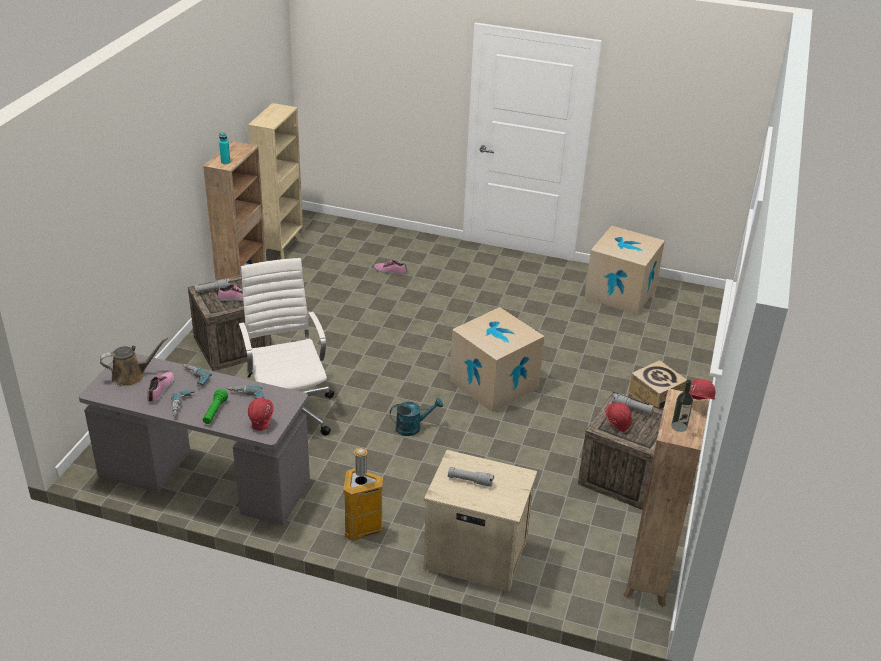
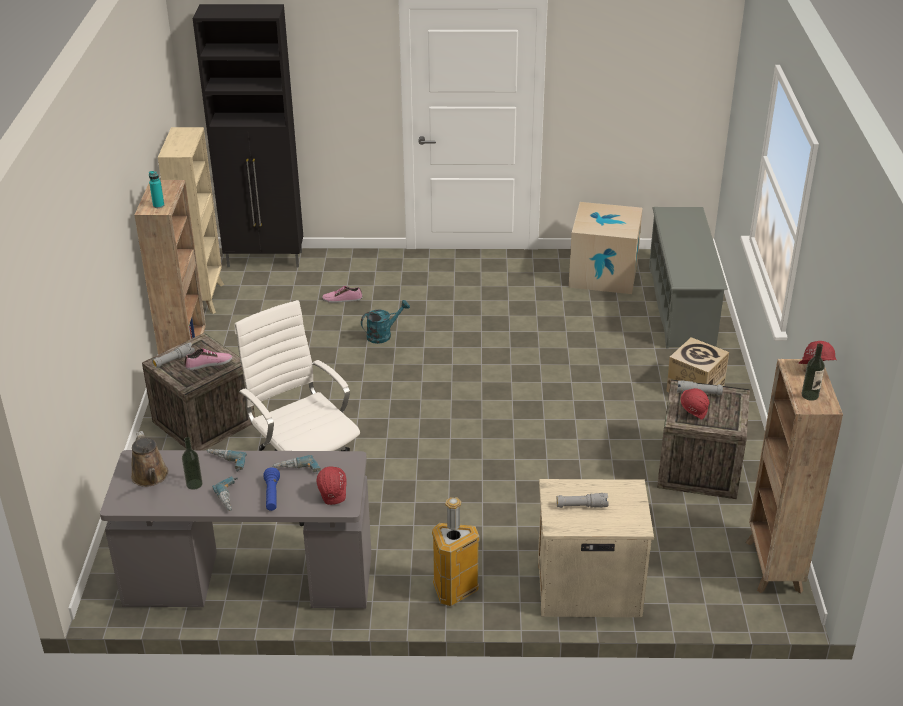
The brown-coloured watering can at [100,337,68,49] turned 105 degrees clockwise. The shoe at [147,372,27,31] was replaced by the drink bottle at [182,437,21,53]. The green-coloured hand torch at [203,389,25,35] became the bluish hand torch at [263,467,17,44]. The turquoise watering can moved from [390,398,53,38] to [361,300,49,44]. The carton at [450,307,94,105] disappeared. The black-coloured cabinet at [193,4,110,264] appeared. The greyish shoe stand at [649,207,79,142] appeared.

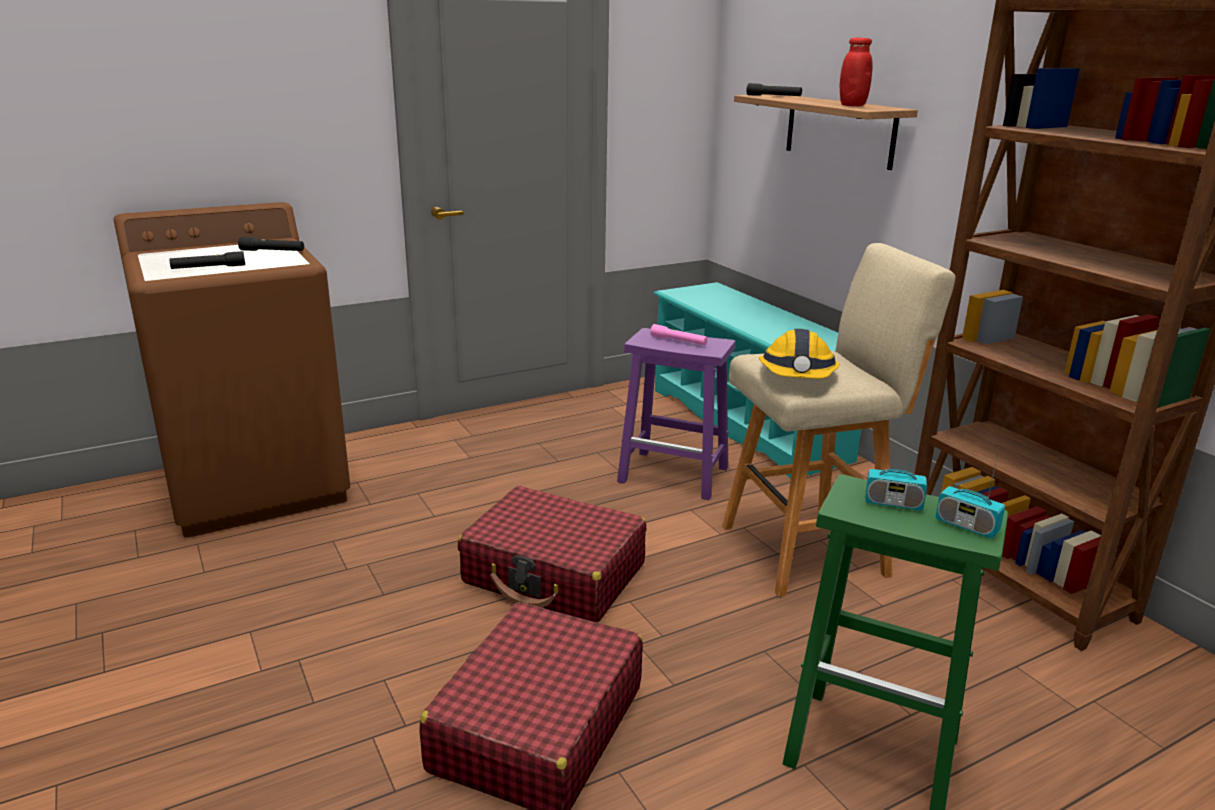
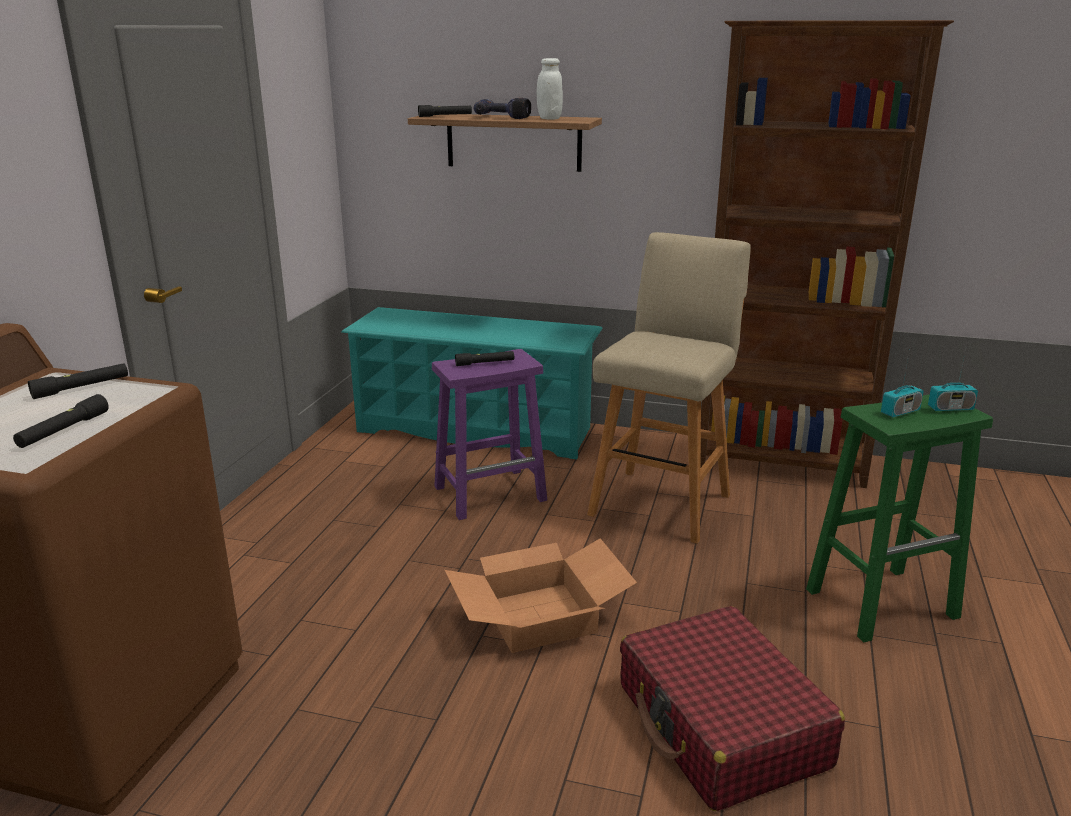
The red-coloured travel case at [457,486,189,137] was replaced by the carton at [445,538,192,115]. The pinkish hand torch at [650,324,58,21] became the black-coloured hand torch at [455,351,59,15]. The hard hat at [759,329,81,50] disappeared. The red-coloured jar at [840,38,33,68] became the white jar at [537,58,26,62]. The drill at [474,98,57,21] appeared.

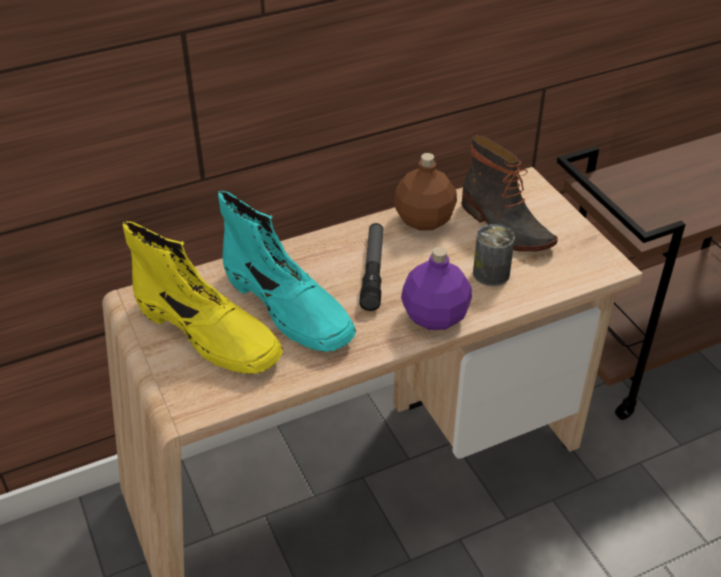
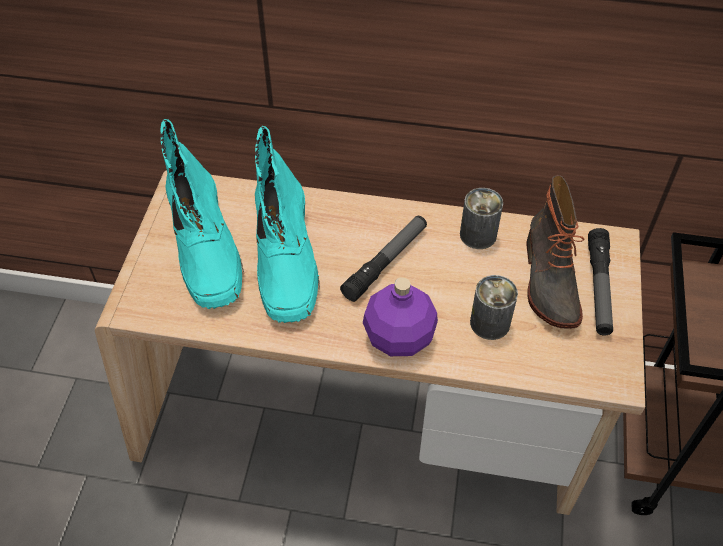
The yellow-coloured tall boot at [123,221,160,153] became the turquoise tall boot at [161,119,83,190]. The brown-coloured drink bottle at [394,153,63,77] was replaced by the sealed can at [460,188,43,61]. The hand torch at [588,228,25,107] appeared.

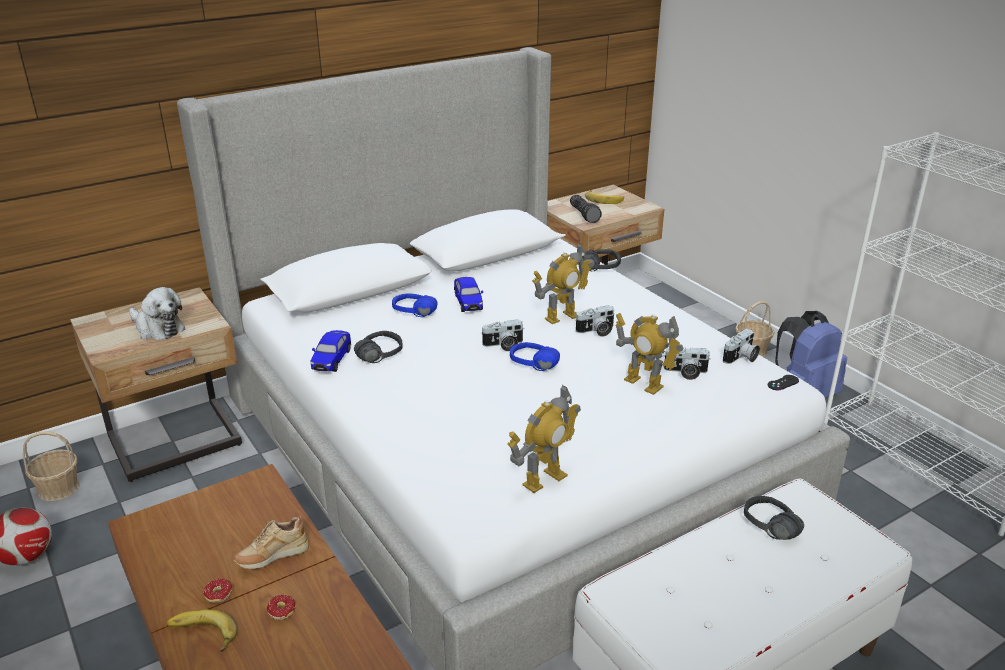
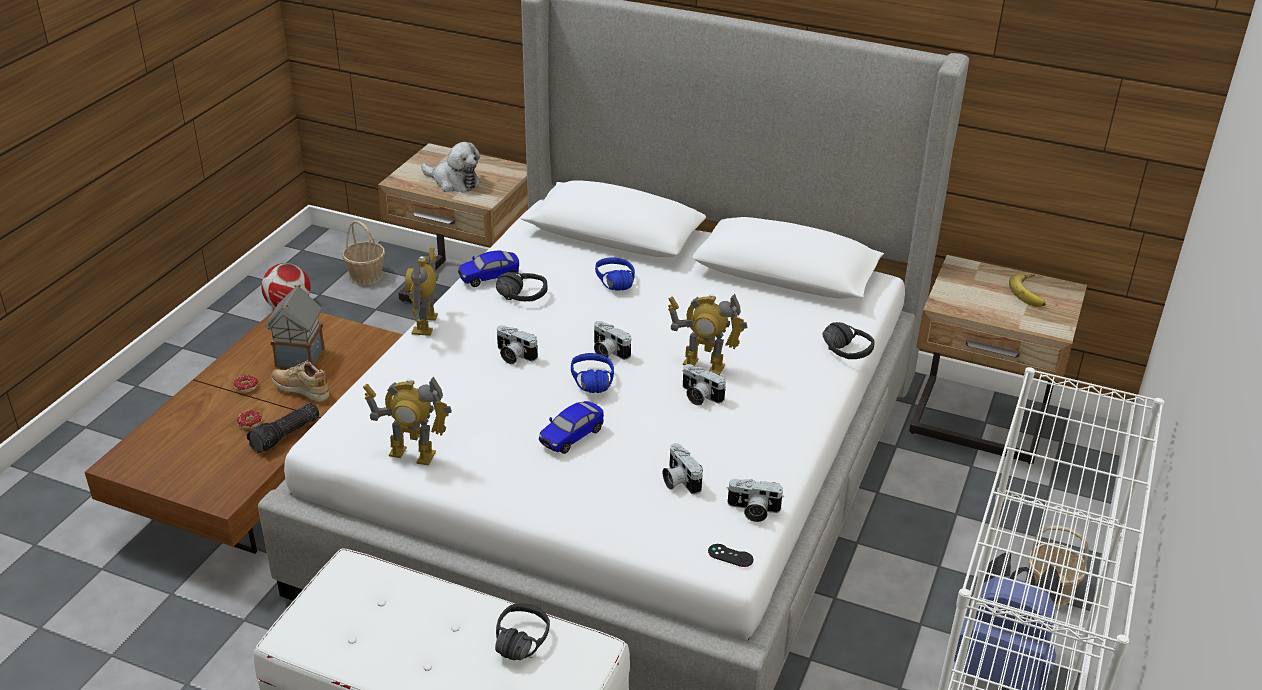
The plush toy at [129,287,56,53] turned 60 degrees counterclockwise. The banana fruit at [167,609,70,43] disappeared. The toy car moved from [454,277,29,35] to [539,401,65,53]. The hand torch moved from [570,195,32,28] to [247,403,72,50]. The model robot moved from [616,313,67,82] to [405,247,34,89]. The toy house at [265,285,60,82] appeared. The photo camera at [497,325,41,39] appeared.

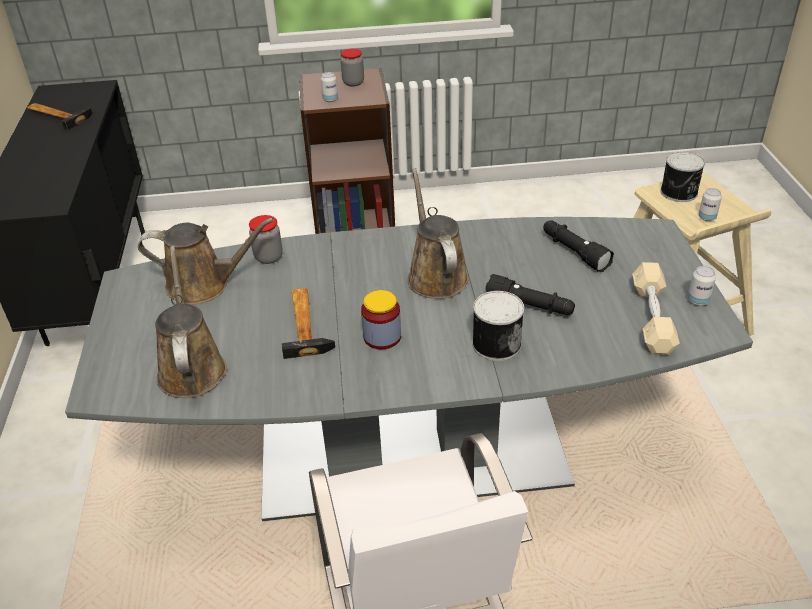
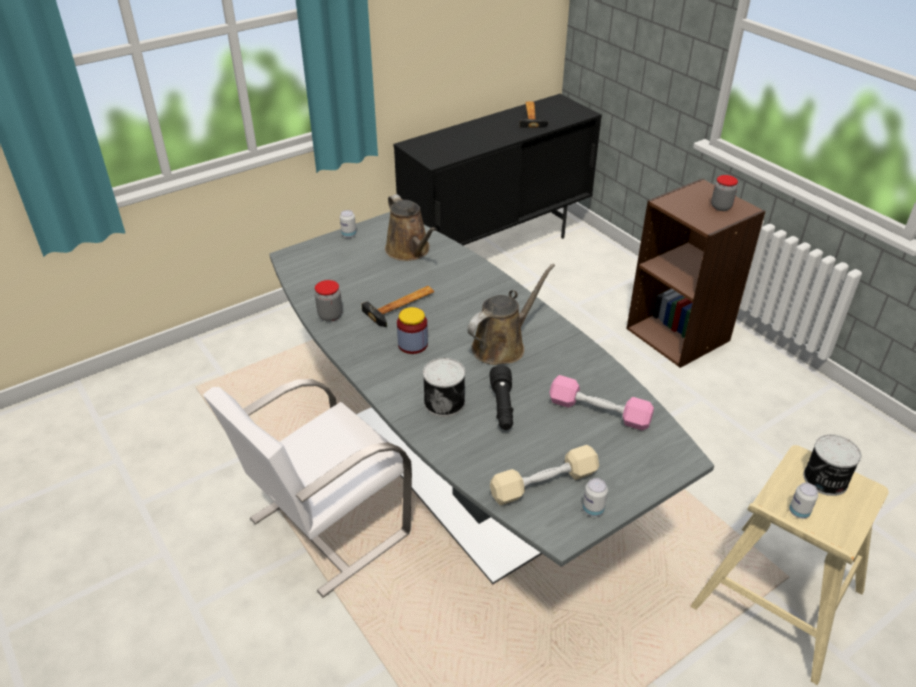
The brown-coloured watering can at [155,246,72,152] disappeared. The jar moved from [249,215,34,49] to [315,280,27,42]. The sealed can moved from [321,72,17,30] to [340,210,16,28]. The black-coloured hand torch at [543,220,71,52] was replaced by the pinkish free weight at [549,375,105,55].

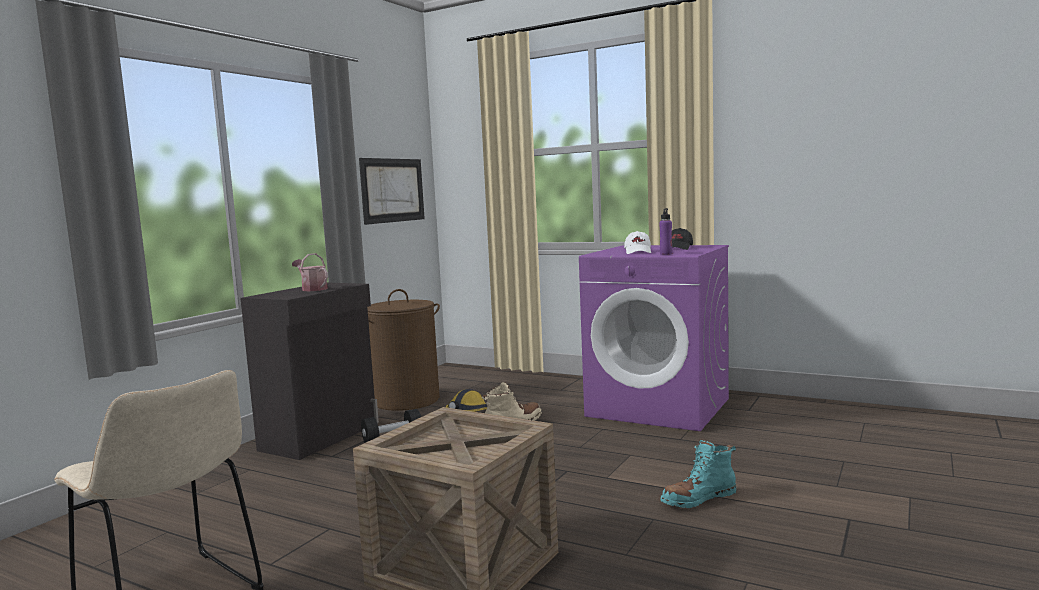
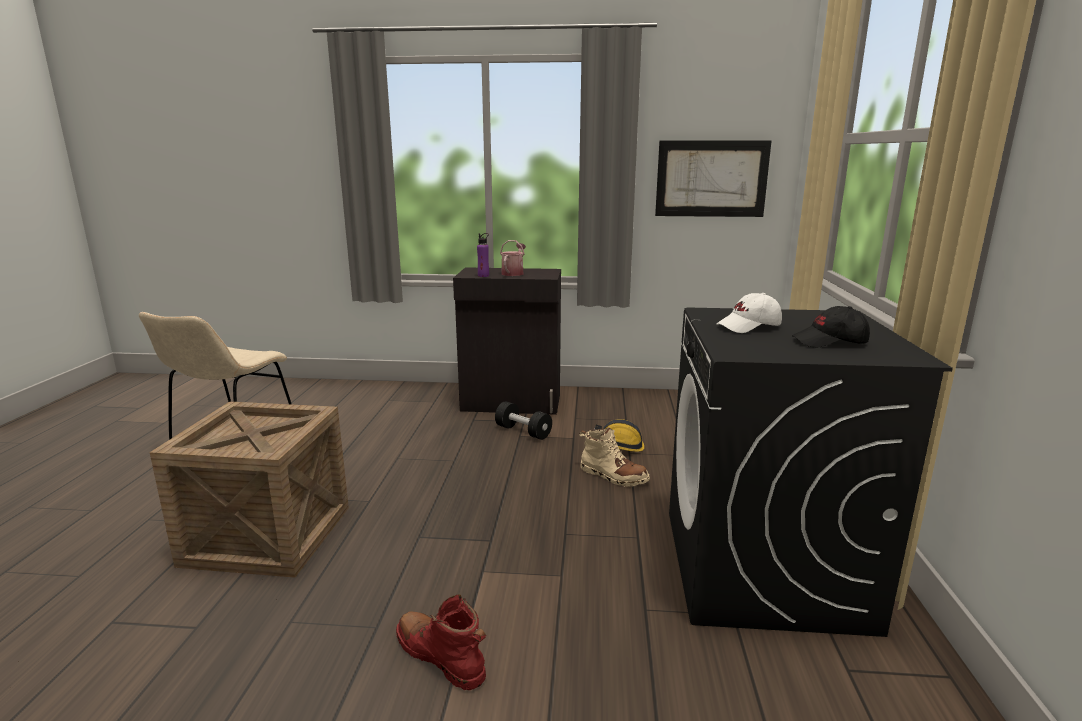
The brown-coloured washing basket at [367,289,73,122] disappeared. The purplish laundry machine at [579,245,150,186] became the black-coloured laundry machine at [669,307,284,330]. The purplish drink bottle moved from [659,208,14,47] to [477,233,12,44]. The turquoise tall boot at [661,440,75,68] became the red-coloured tall boot at [396,594,90,96].

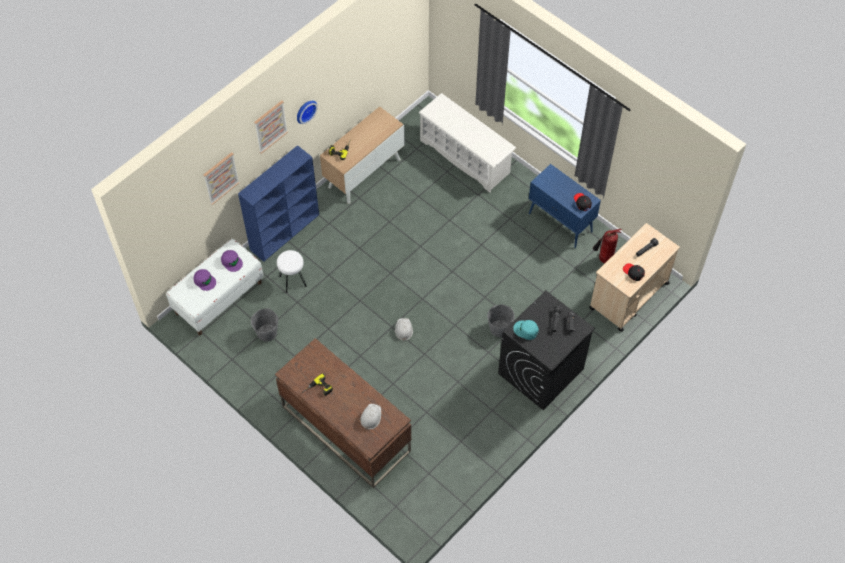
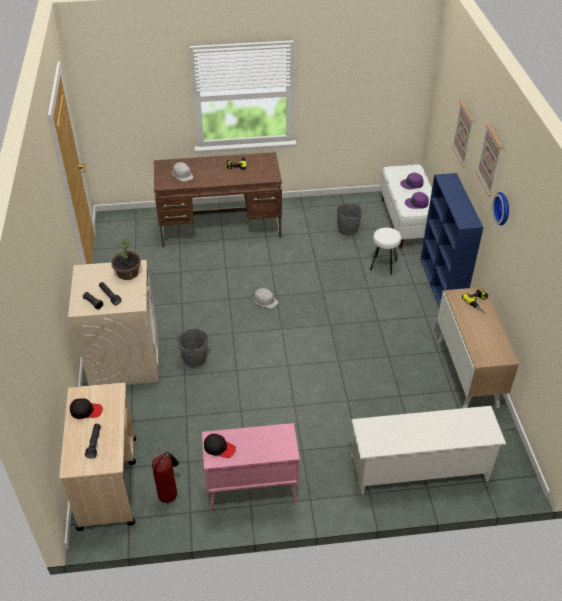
The black-coloured laundry machine at [498,290,97,120] became the beige-coloured laundry machine at [68,260,90,125]. The turquoise cap at [513,320,26,20] was replaced by the houseplant at [111,236,30,44]. The bluish cabinet at [529,164,72,84] became the pinkish cabinet at [202,423,98,89].

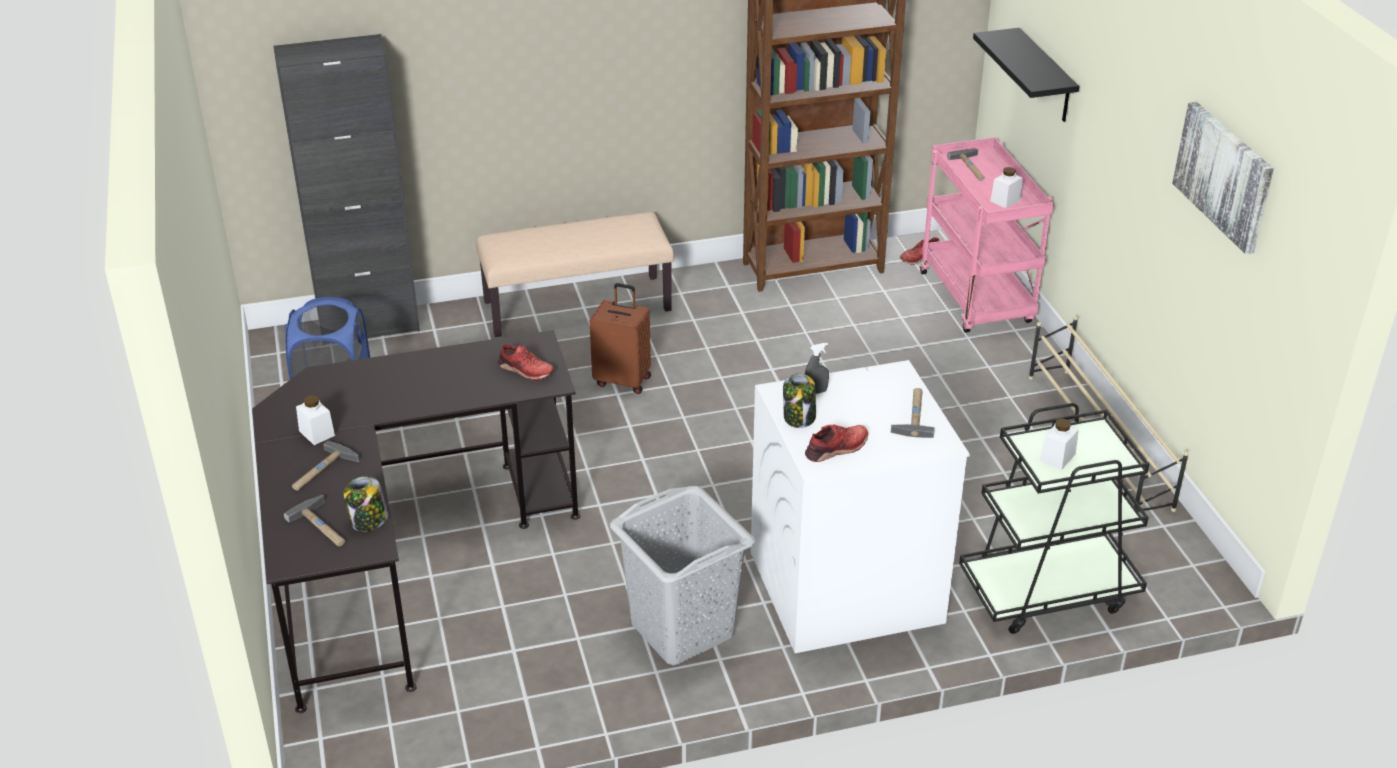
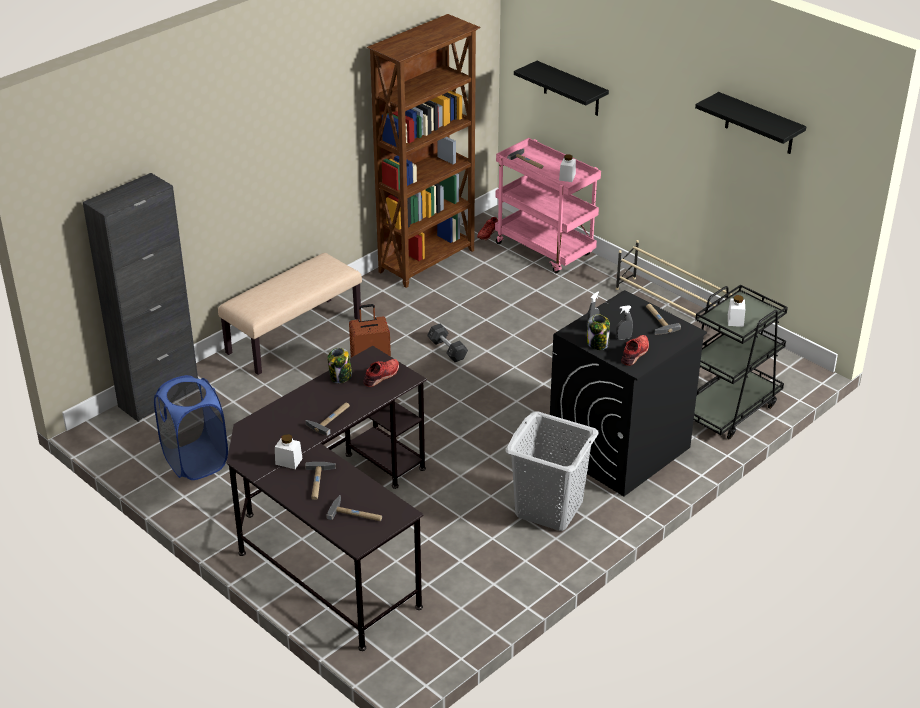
The jar moved from [343,476,45,56] to [327,348,25,35]. The red-coloured shoe at [498,343,56,38] turned 45 degrees counterclockwise. The white laundry machine at [751,360,219,293] became the black-coloured laundry machine at [549,290,158,206]. The wall art at [1172,101,102,153] was replaced by the black-coloured wall shelf at [695,92,112,62]. The hand hammer at [306,403,44,33] appeared. The greyish free weight at [427,324,41,38] appeared. The greyish spray bottle at [616,305,17,35] appeared.

